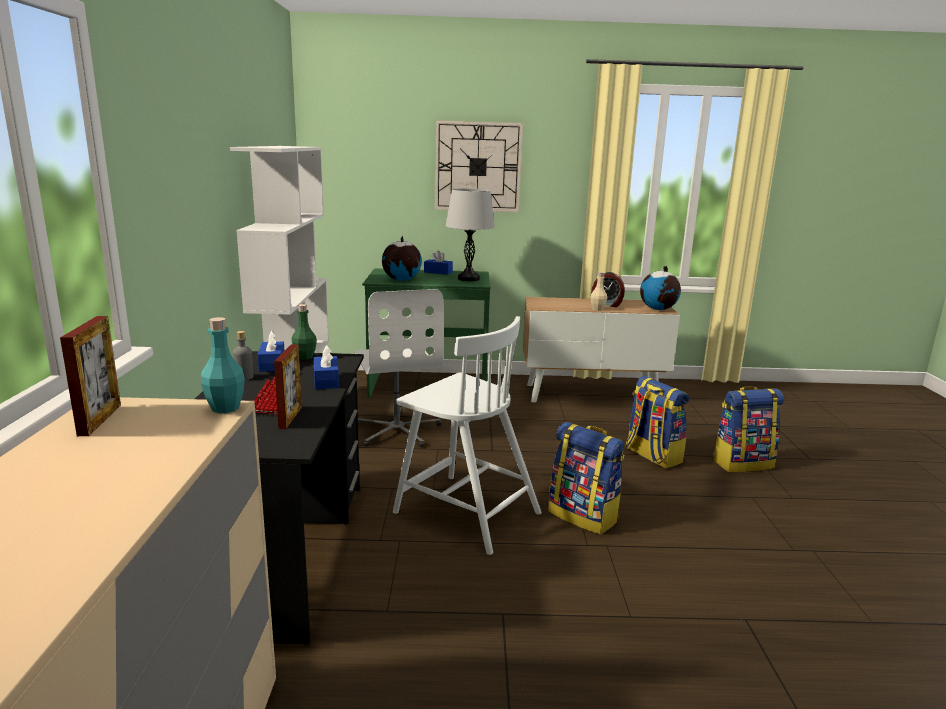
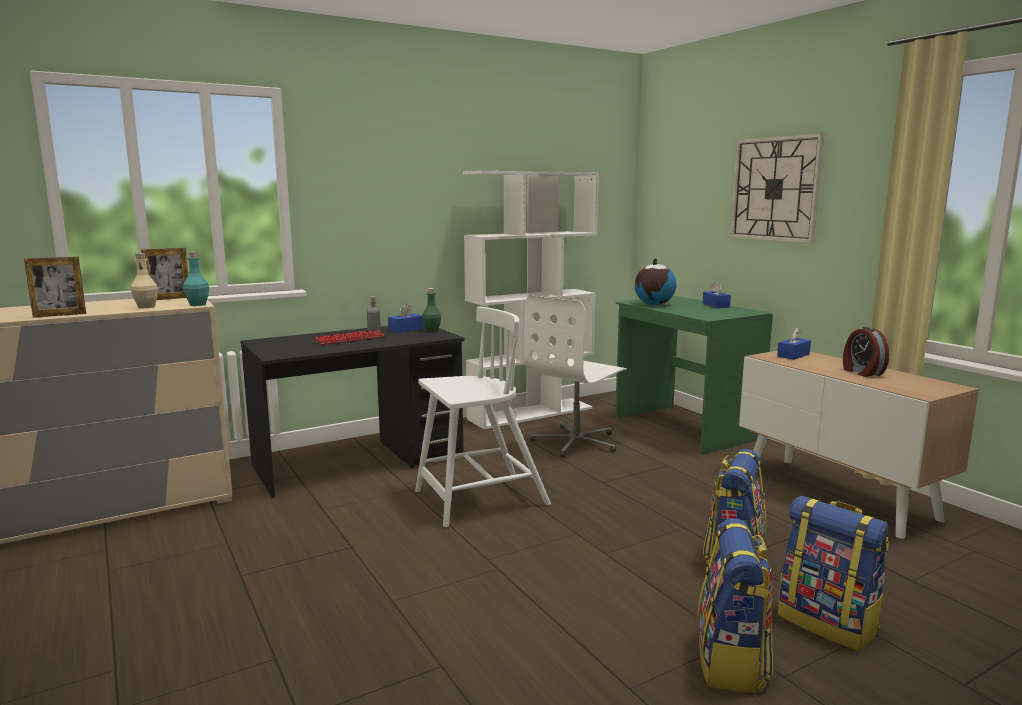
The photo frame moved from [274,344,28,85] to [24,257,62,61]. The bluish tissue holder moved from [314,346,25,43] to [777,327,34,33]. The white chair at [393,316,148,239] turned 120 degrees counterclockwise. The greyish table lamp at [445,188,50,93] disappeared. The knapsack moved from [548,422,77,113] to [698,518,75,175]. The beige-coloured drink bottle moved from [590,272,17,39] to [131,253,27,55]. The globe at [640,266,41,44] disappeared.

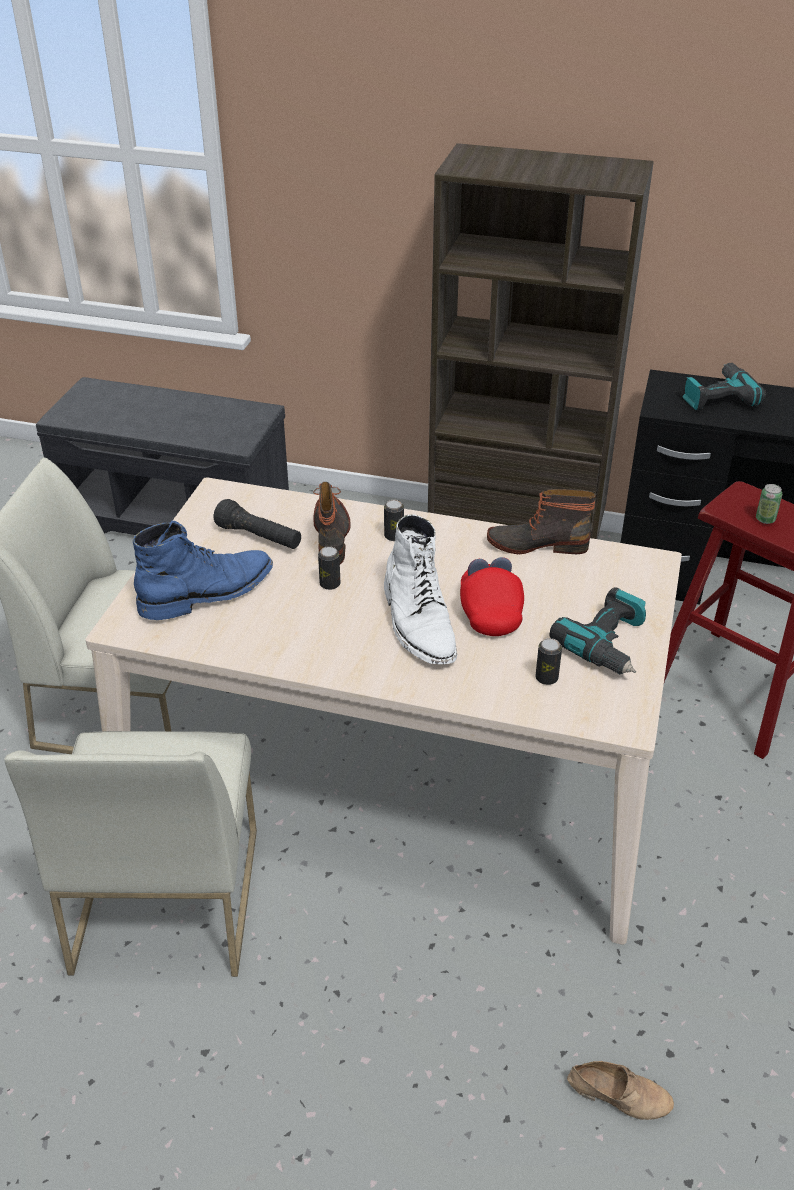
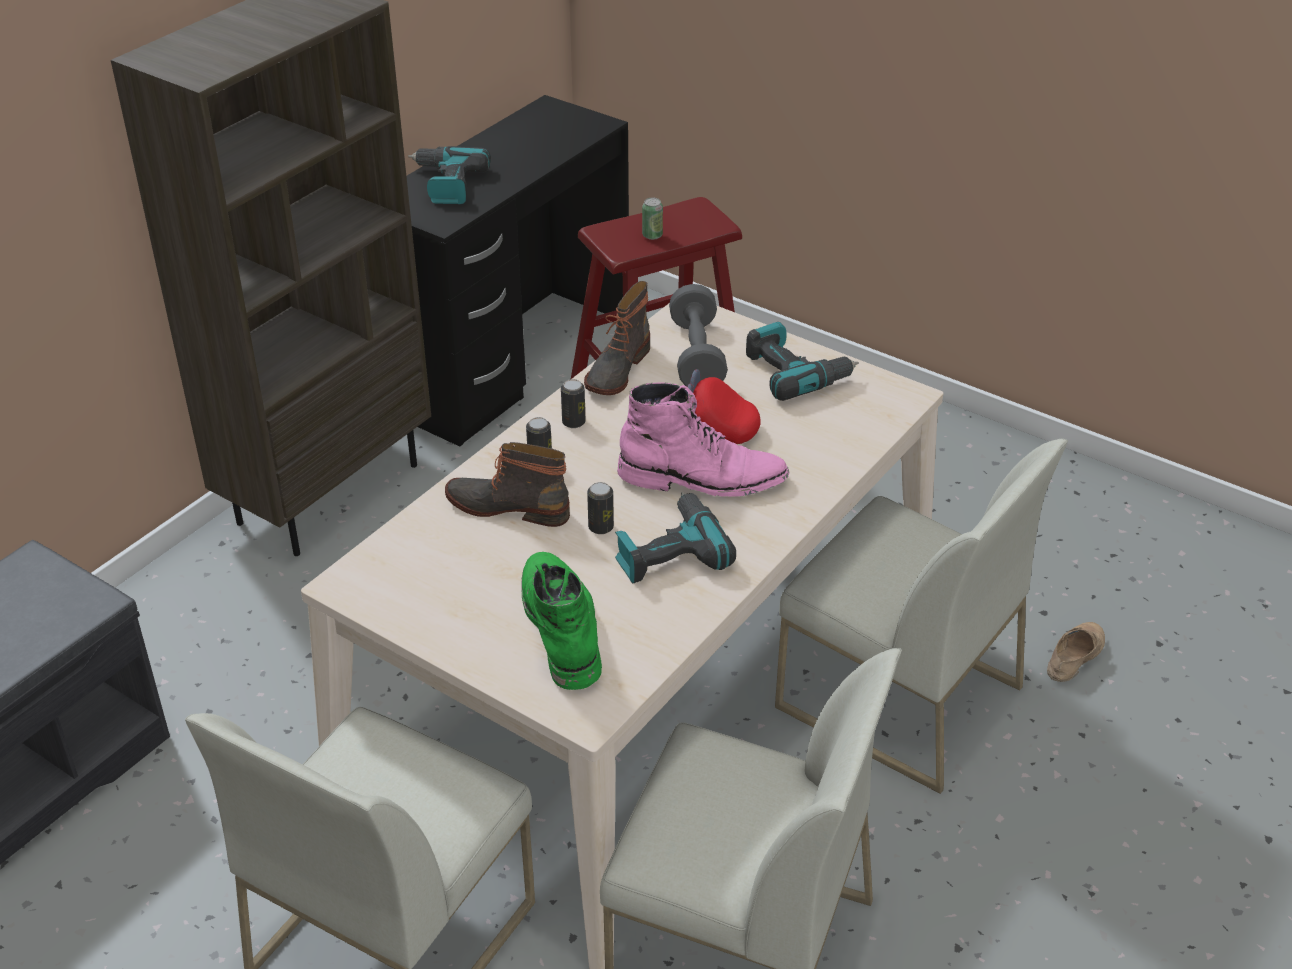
The bluish tall boot at [133,521,140,99] became the green-coloured tall boot at [521,552,81,138]. The black-coloured hand torch at [214,499,87,50] disappeared. The white tall boot at [384,514,73,150] became the pinkish tall boot at [617,382,172,115]. The sealed can moved from [535,638,27,47] to [561,379,24,49]. The drill at [615,492,121,91] appeared. The greyish free weight at [669,284,59,102] appeared. The white chair at [775,439,293,355] appeared.

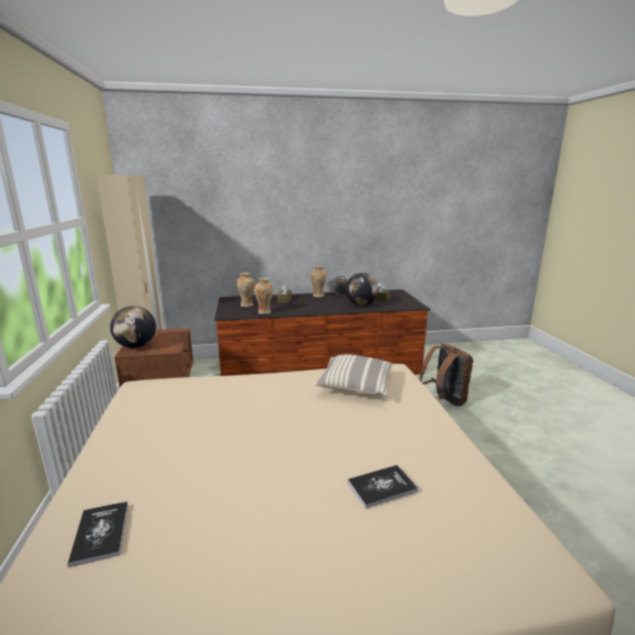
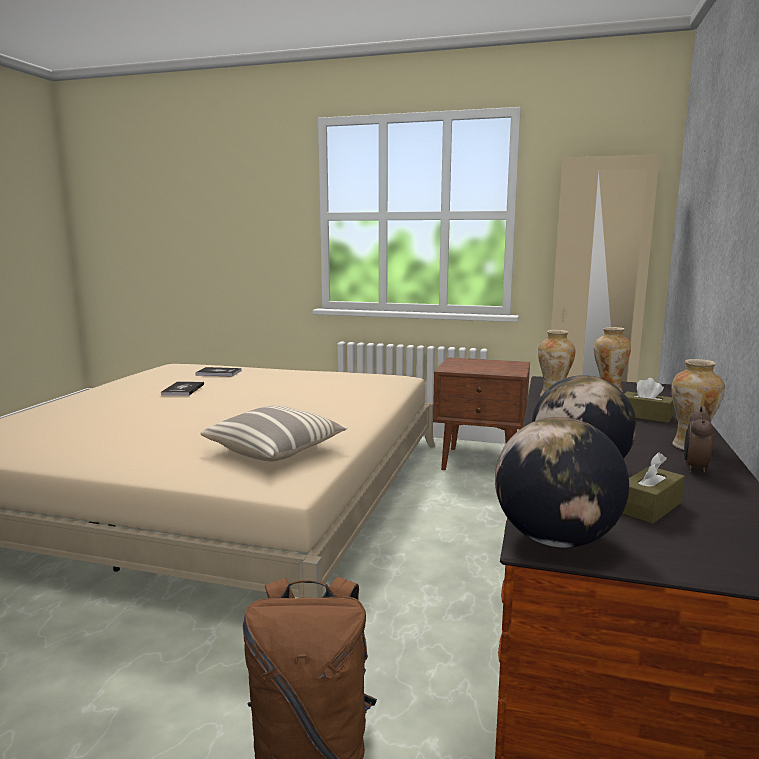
The globe moved from [110,306,46,42] to [495,417,134,131]. The book moved from [348,465,70,44] to [161,381,43,15].

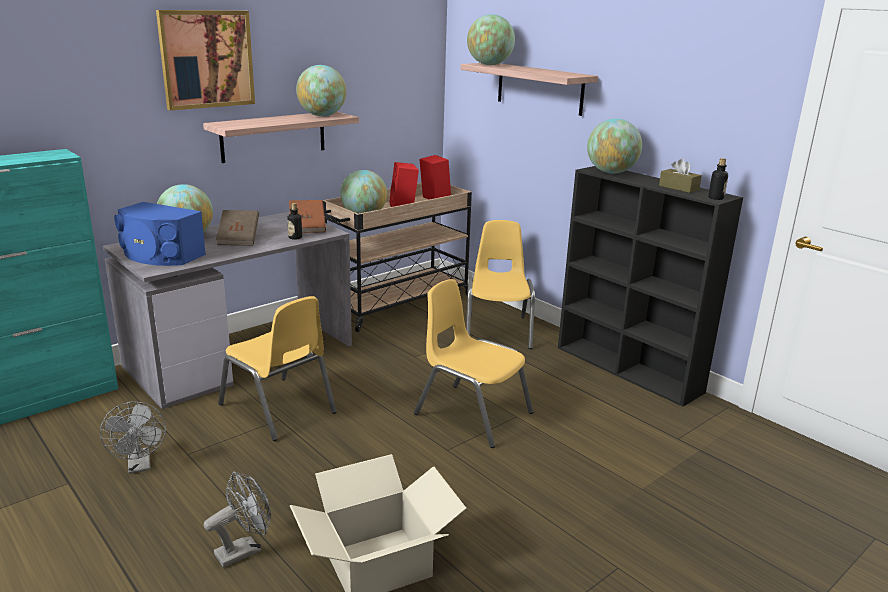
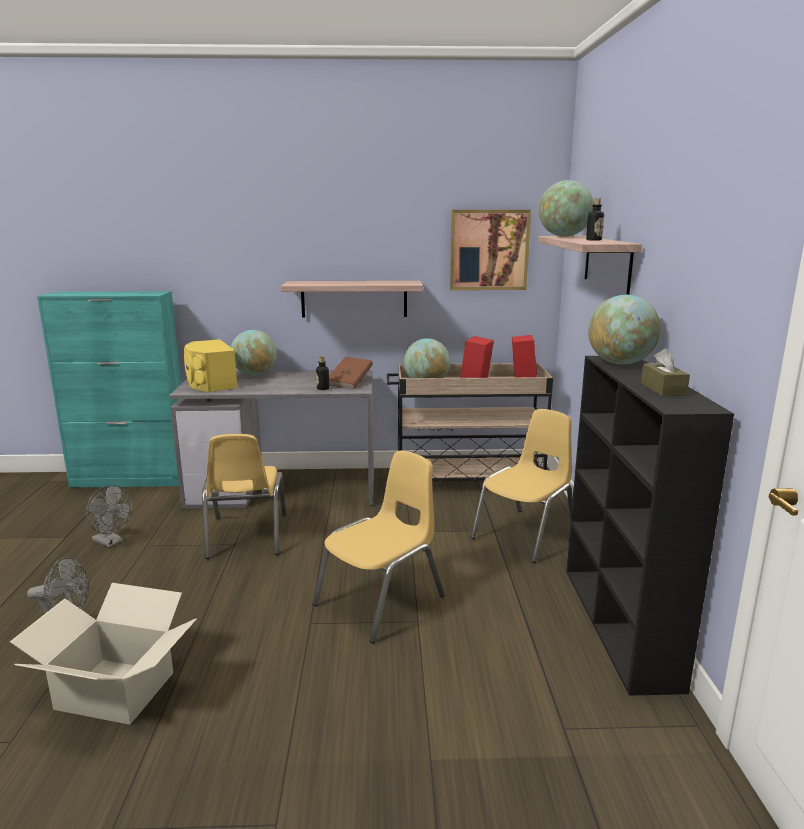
The greyish electric fan at [100,402,66,72] turned 75 degrees counterclockwise. The bluish speaker at [115,202,91,64] became the yellow-coloured speaker at [184,339,54,53]. The wall art moved from [156,10,99,101] to [450,210,81,80]. The brown-coloured book at [216,210,43,35] disappeared. The globe at [296,65,50,51] disappeared. The yellow-coloured chair at [414,279,119,169] turned 60 degrees clockwise. The drink bottle moved from [708,158,20,42] to [586,198,18,43].

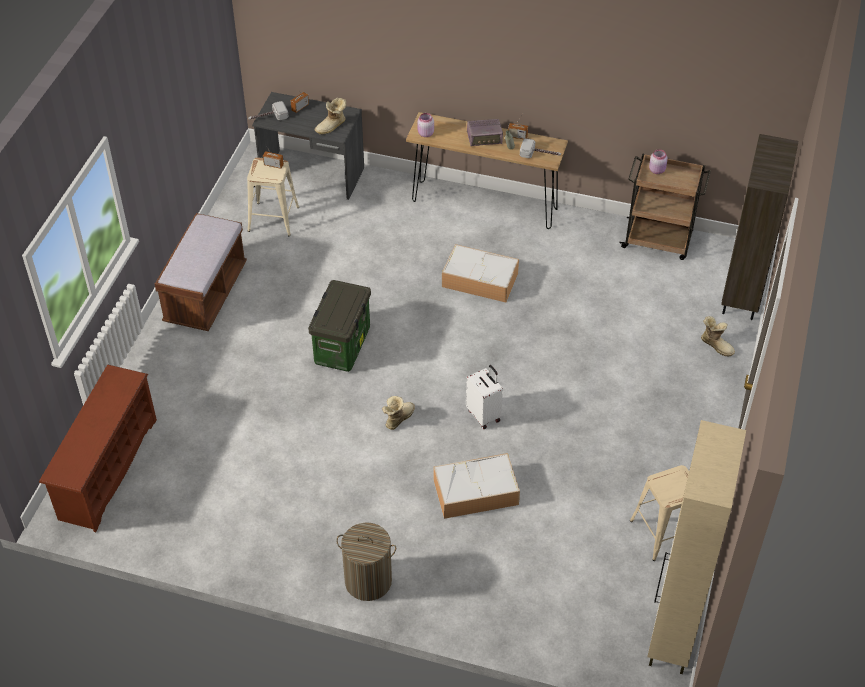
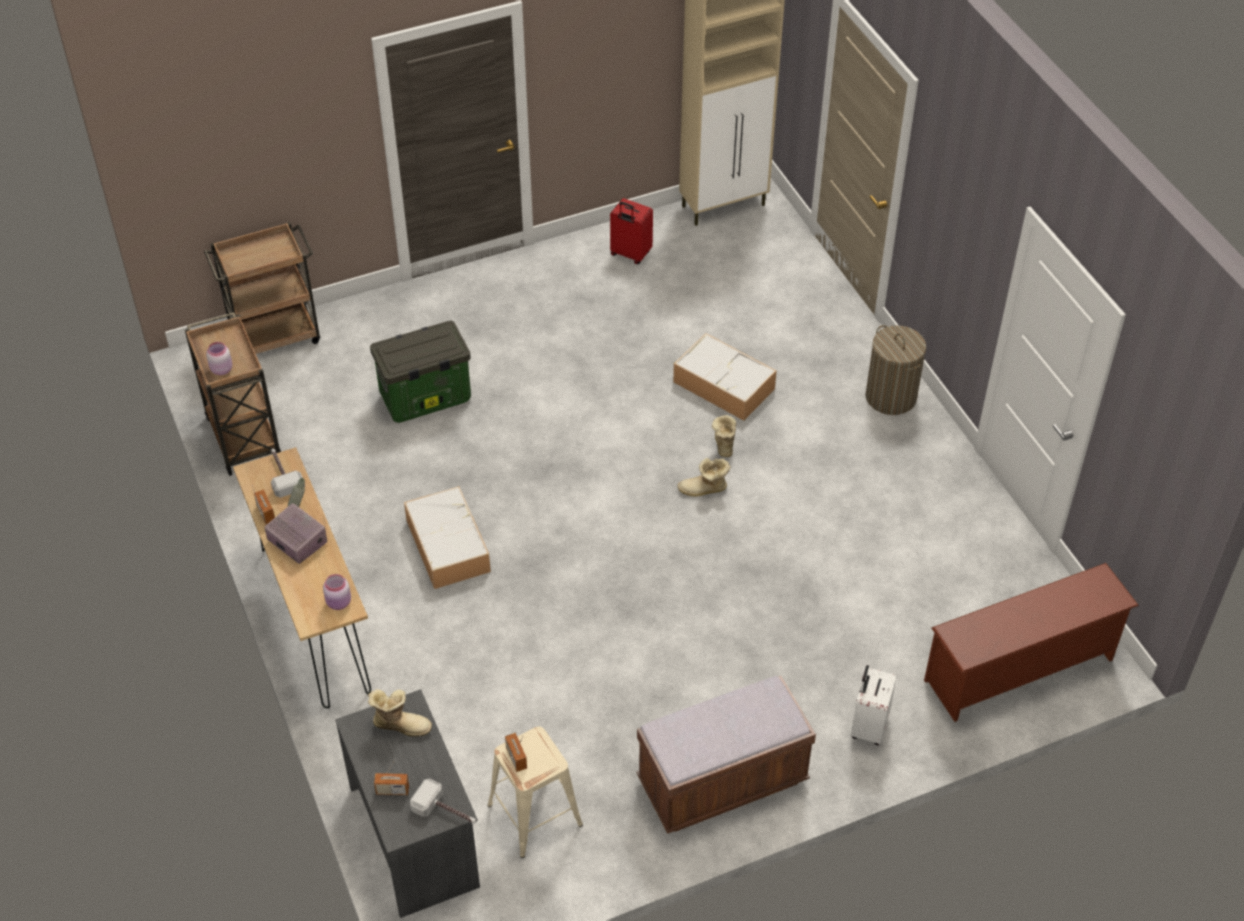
The storage box moved from [308,280,63,92] to [370,321,101,102]. The white travel case moved from [466,365,37,64] to [850,665,47,80]. The beige-coloured stool seat at [630,465,59,96] was replaced by the red-coloured travel case at [610,198,43,66]. The tall boot moved from [701,316,34,41] to [712,415,24,42]. The brown-coloured shelving unit at [721,134,77,186] was replaced by the brown-coloured cart at [204,222,116,132].

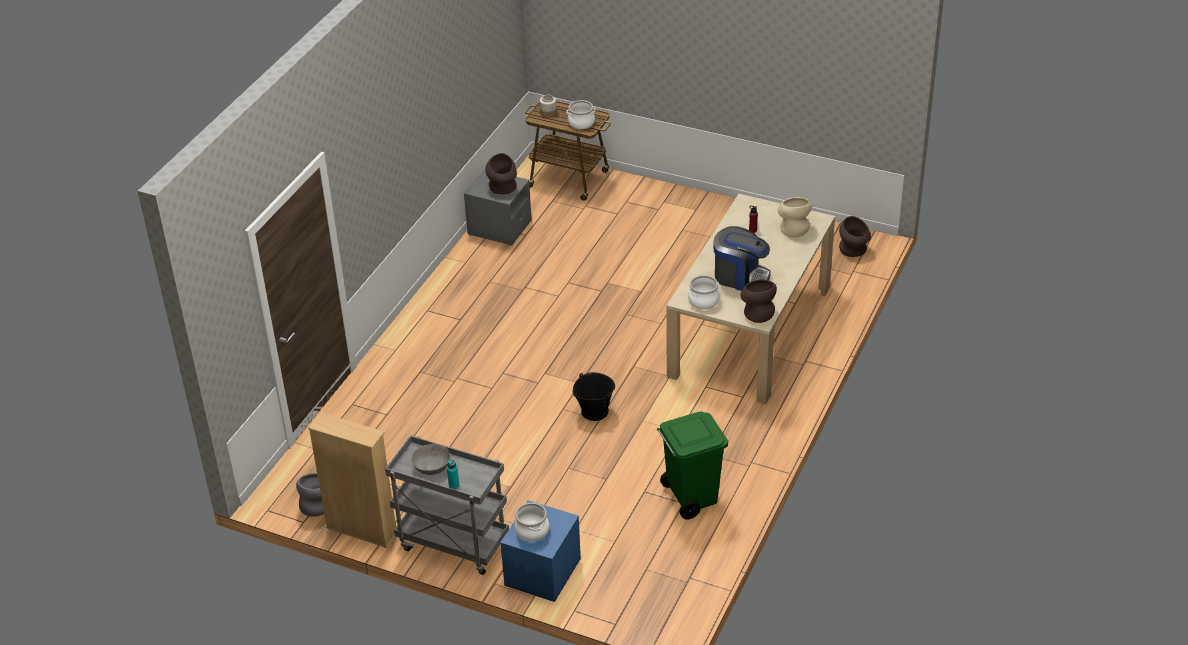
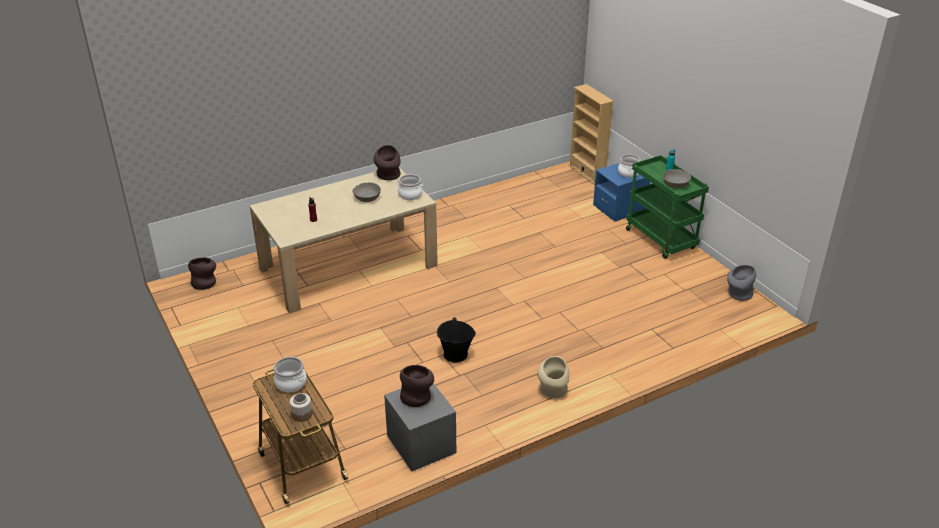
The beige-coloured shelving unit moved from [308,412,88,136] to [569,84,45,101]. The greyish cart at [385,435,124,140] became the green-coloured cart at [626,155,83,104]. The black-coloured pail moved from [573,372,42,49] to [437,317,39,46]. The green-coloured trash can at [657,411,71,109] disappeared. The coffee maker at [713,226,58,65] was replaced by the greyish bowl at [352,182,29,20]. The beige-coloured flower vase moved from [778,197,34,40] to [538,356,31,42].

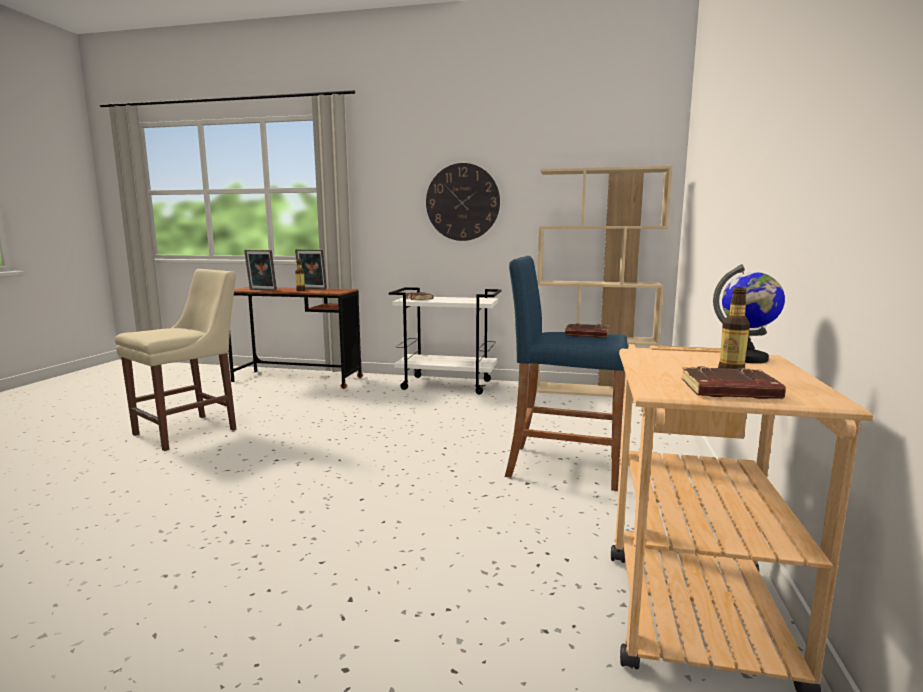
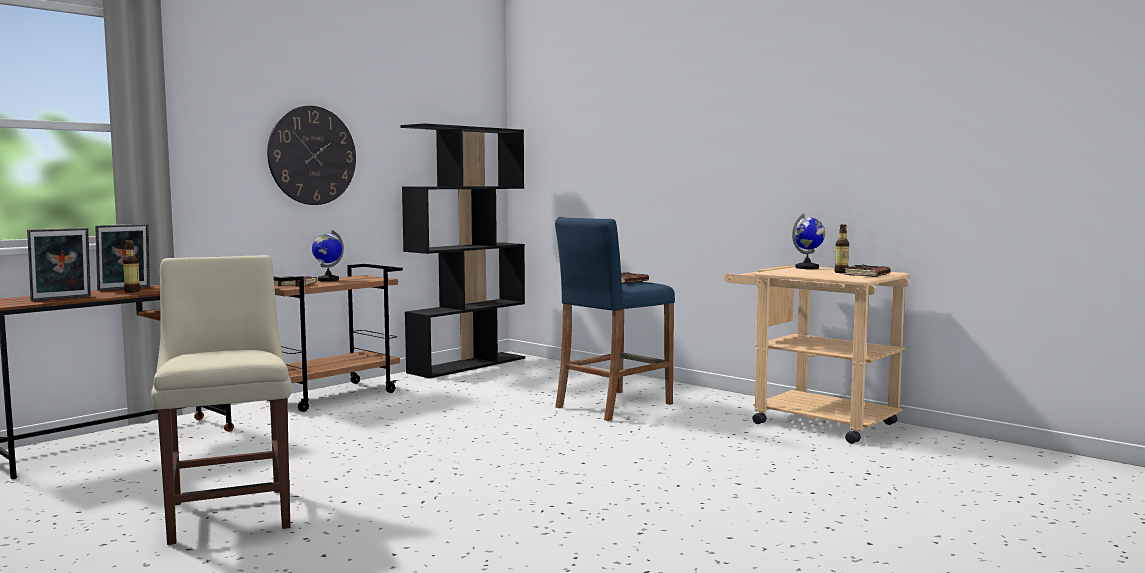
The white cart at [389,287,112,107] became the brown-coloured cart at [268,264,135,148]. The beige-coloured shelving unit at [536,166,137,232] became the black-coloured shelving unit at [400,123,125,256]. The globe at [312,230,32,51] appeared.

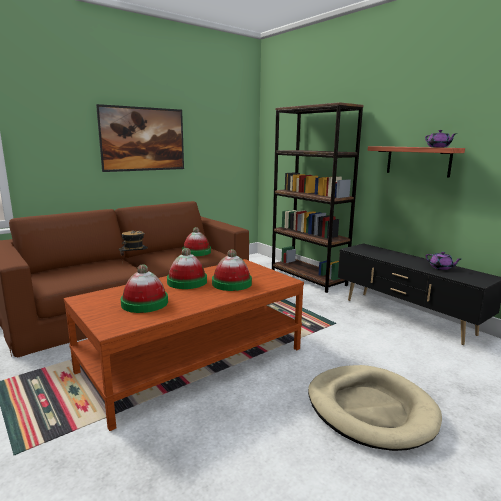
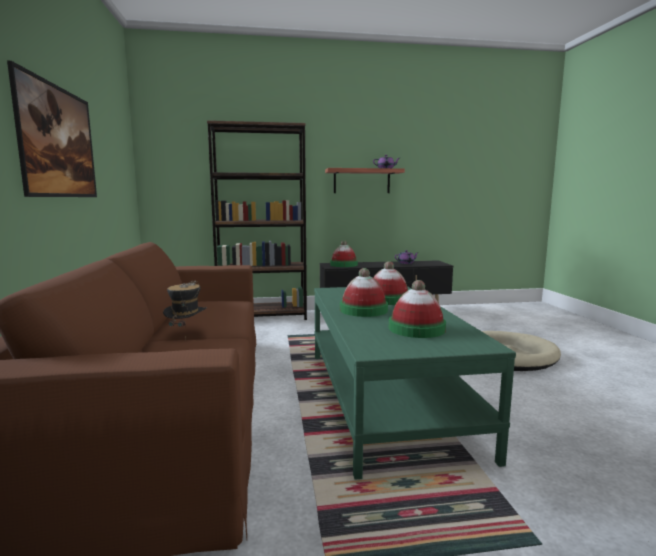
The brown-coloured lounge table at [64,259,240,172] became the green-coloured lounge table at [314,286,202,194]. The clothing hat moved from [182,227,29,29] to [330,240,28,27].

